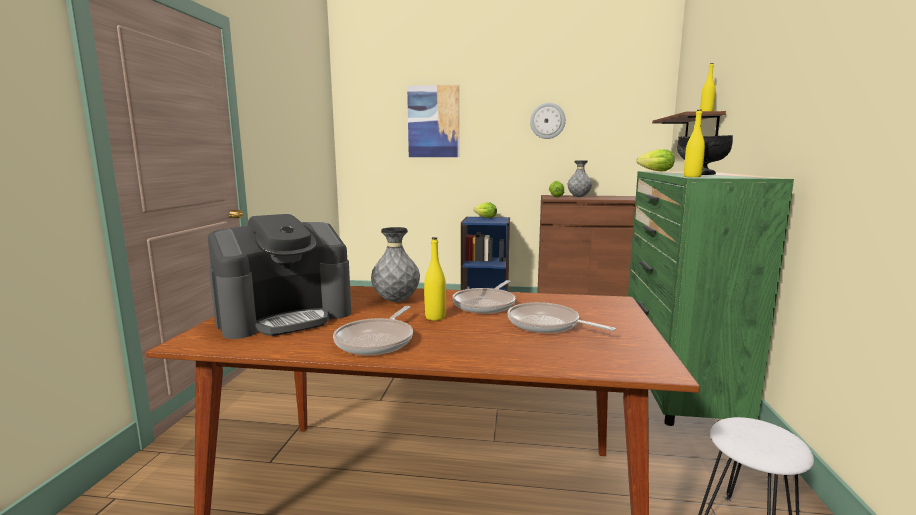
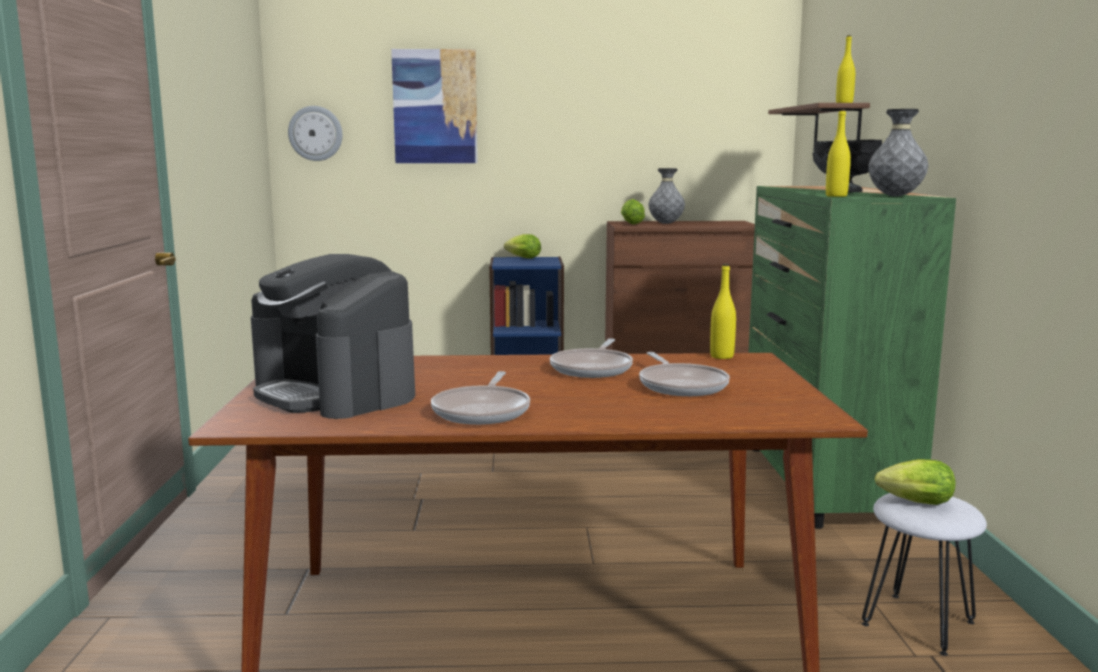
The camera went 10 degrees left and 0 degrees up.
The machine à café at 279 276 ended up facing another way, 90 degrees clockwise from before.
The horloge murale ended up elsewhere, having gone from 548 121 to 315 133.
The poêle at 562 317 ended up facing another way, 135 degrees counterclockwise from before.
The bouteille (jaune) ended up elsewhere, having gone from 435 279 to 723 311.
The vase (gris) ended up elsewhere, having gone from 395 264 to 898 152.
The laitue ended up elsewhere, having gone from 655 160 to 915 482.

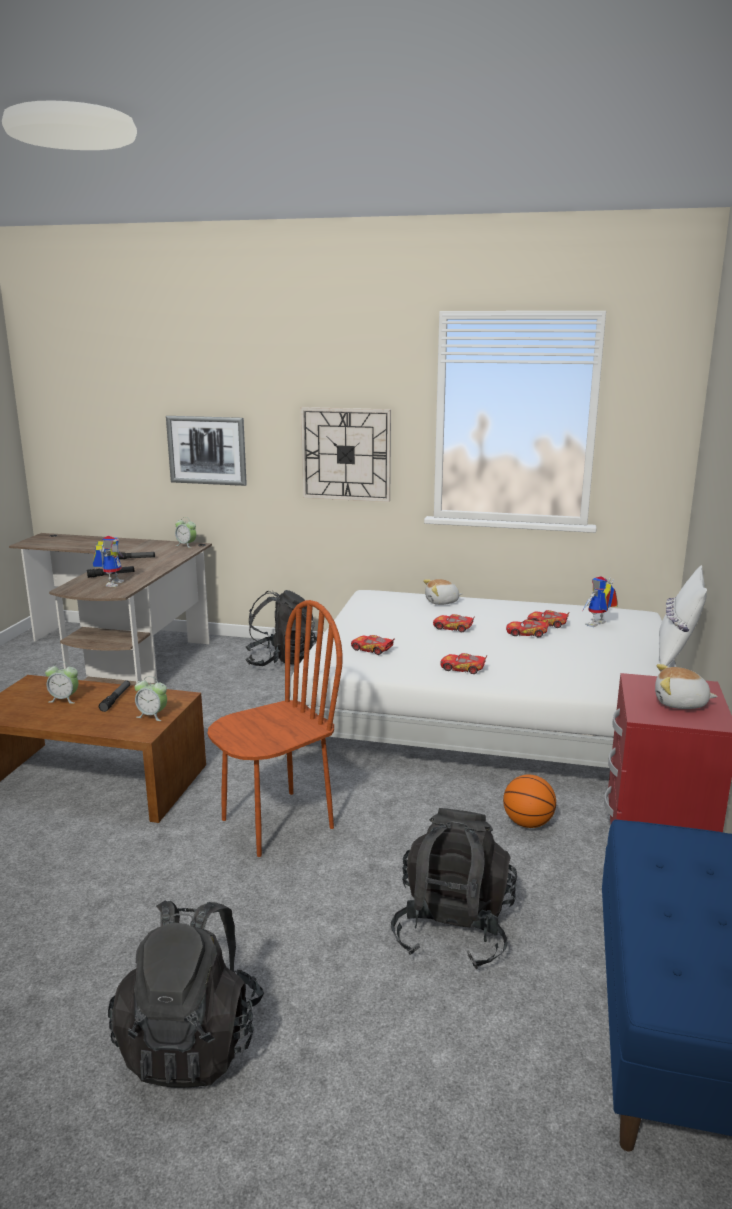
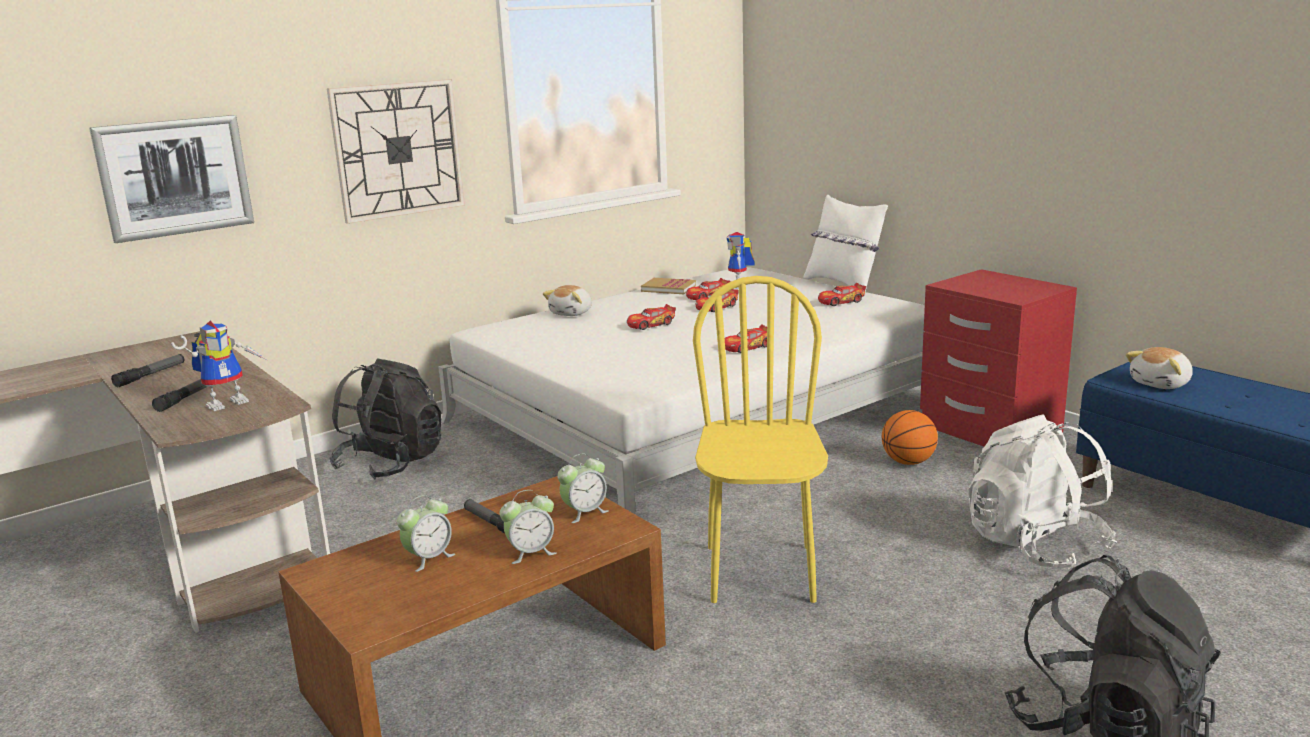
The camera went 50 degrees left and 0 degrees up.
The robot jouet at 108 561 ended up facing another way, 90 degrees clockwise from before.
The réveil ended up elsewhere, having gone from 185 532 to 527 527.
The second view gained the livre at 668 286.
What was the chaise (marron) at 275 728 turned into the chaise (jaune) at 760 439.
The petite voiture ended up elsewhere, having gone from 373 645 to 842 294.
What was the sac à dos (noir) at 454 888 turned into the sac à dos (blanc) at 1043 492.
The peluche ended up elsewhere, having gone from 686 686 to 1159 368.

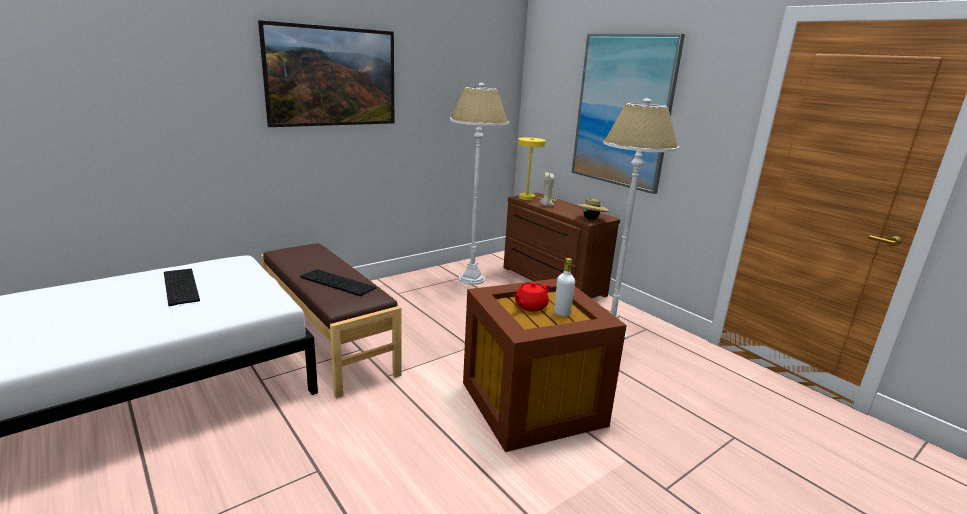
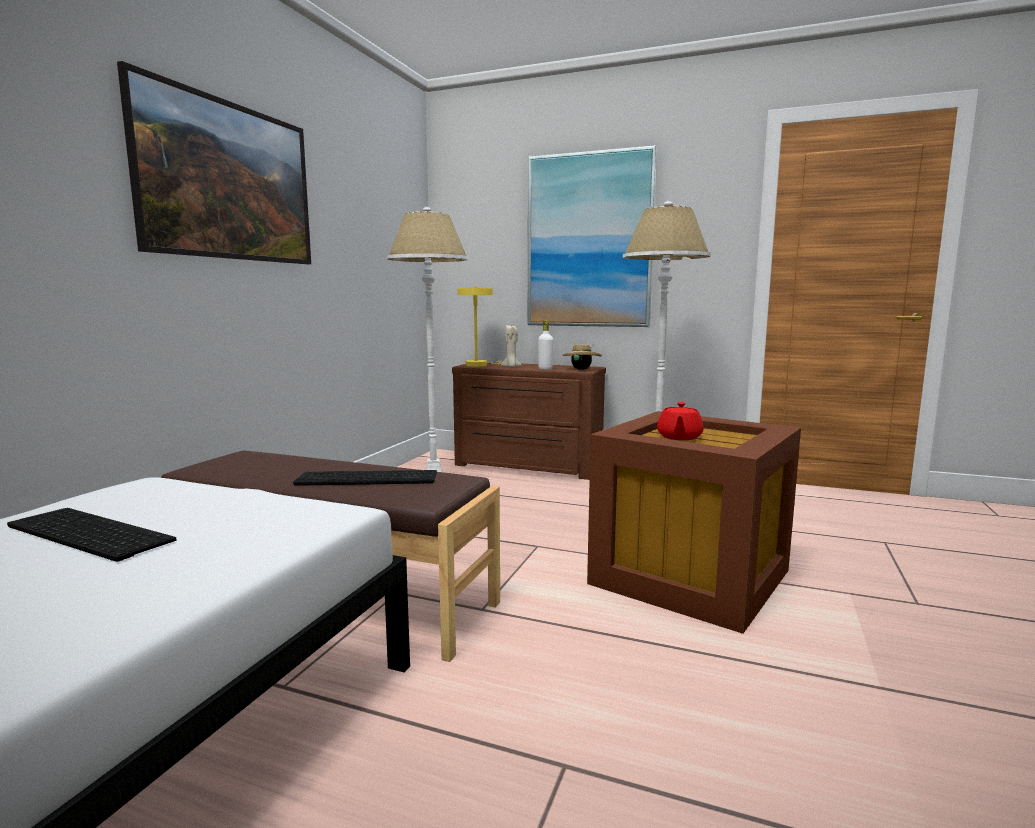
The camera went 30 degrees left and 10 degrees down.
The bouteille (blanc) ended up elsewhere, having gone from 564 287 to 545 345.

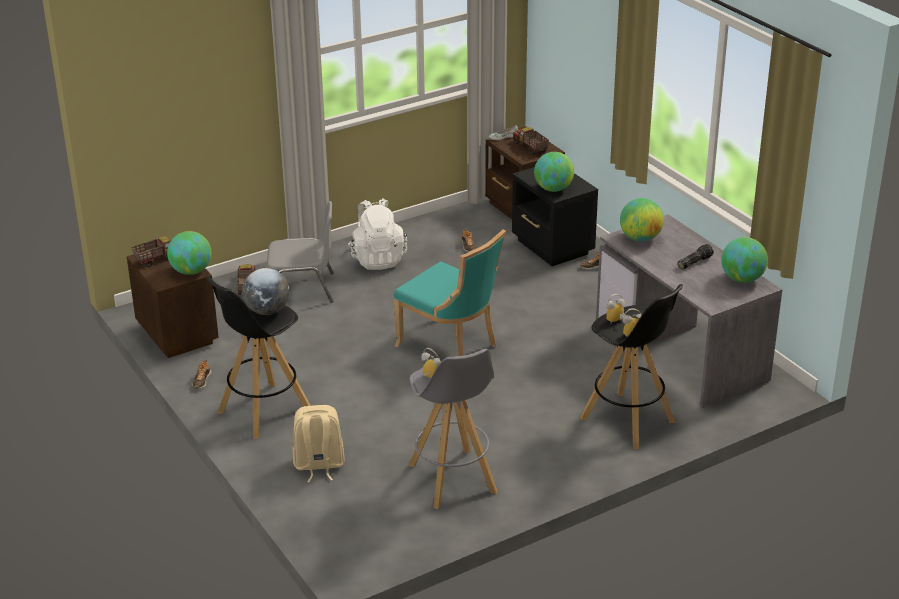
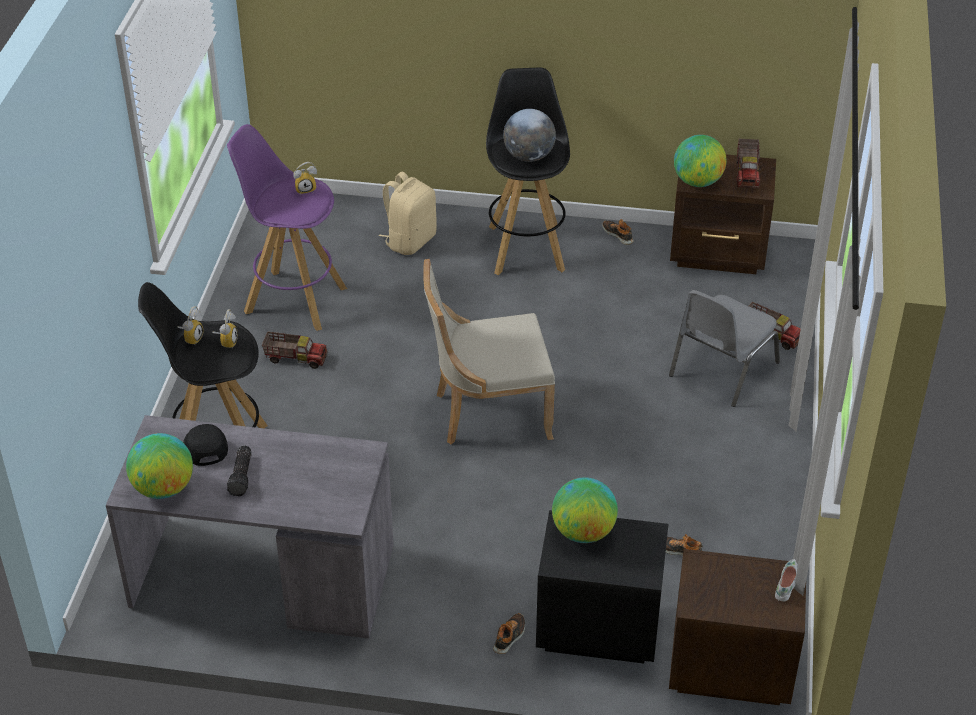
The camera went 130 degrees right and 10 degrees up.
The second view gained the casquette (noir) at 205 445.
What was the tabouret (gris) at 453 429 turned into the tabouret (violet) at 287 227.
The camion jouet ended up elsewhere, having gone from 531 141 to 294 350.
What was the chaise (turquoise) at 450 292 turned into the chaise (beige) at 489 351.
The second view lost the sac à dos (blanc) at 377 234.
The second view lost the globe at 642 220.

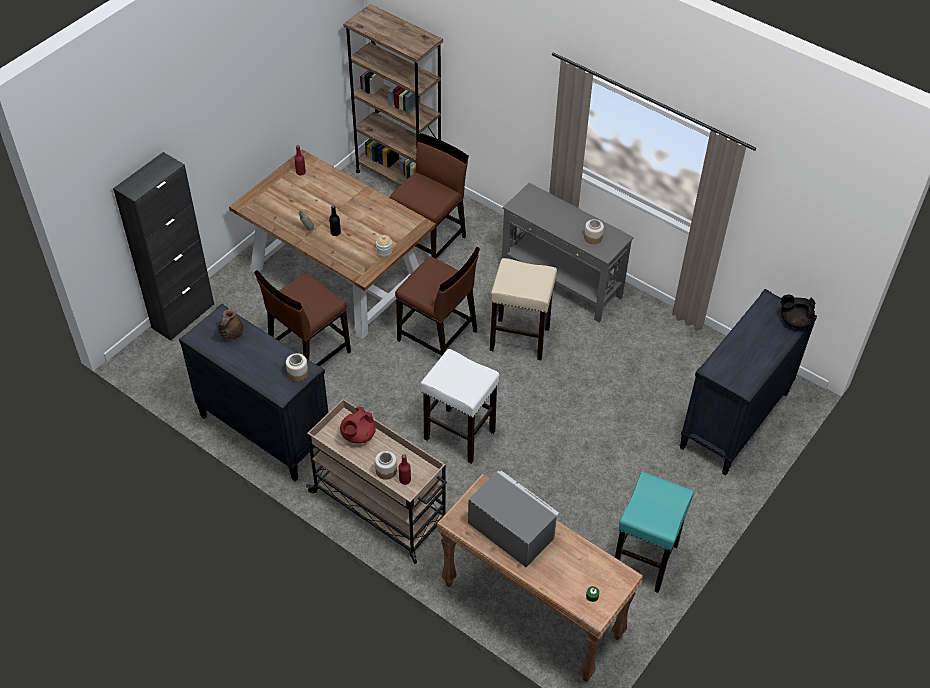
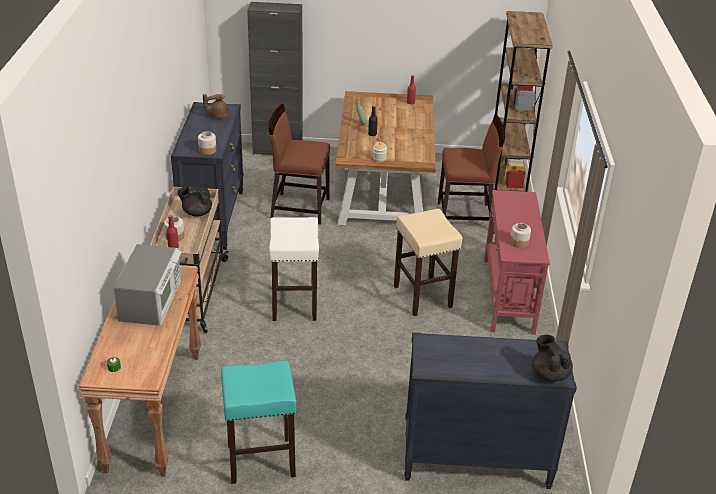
The camera went 55 degrees right and 15 degrees down.
What was the théière (rouge) at 358 425 turned into the théière (noir) at 194 202.
What was the table console (gris) at 568 252 turned into the table console (rouge) at 517 262.
The second view lost the chaise (marron) at 437 301.

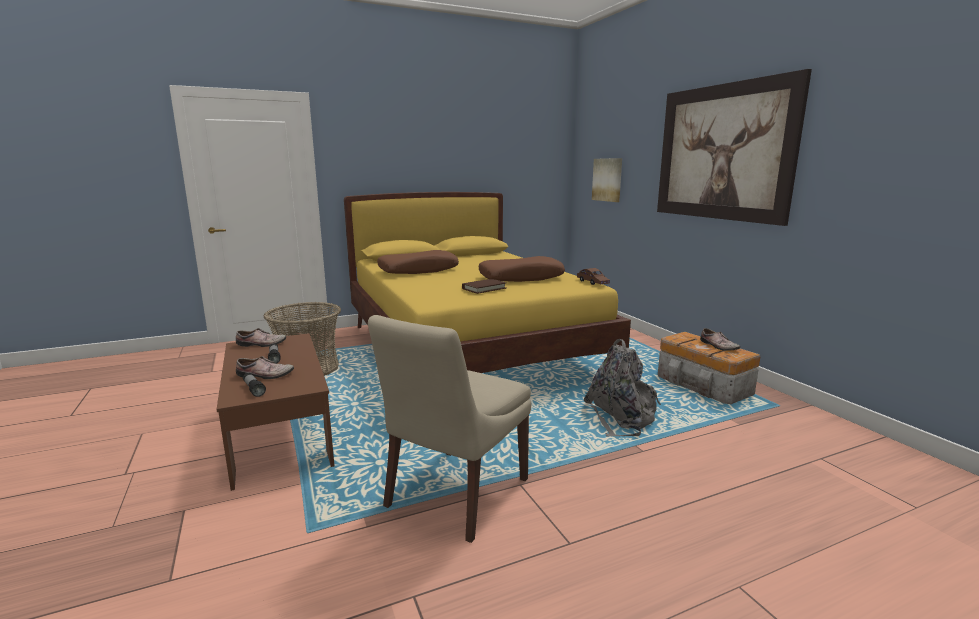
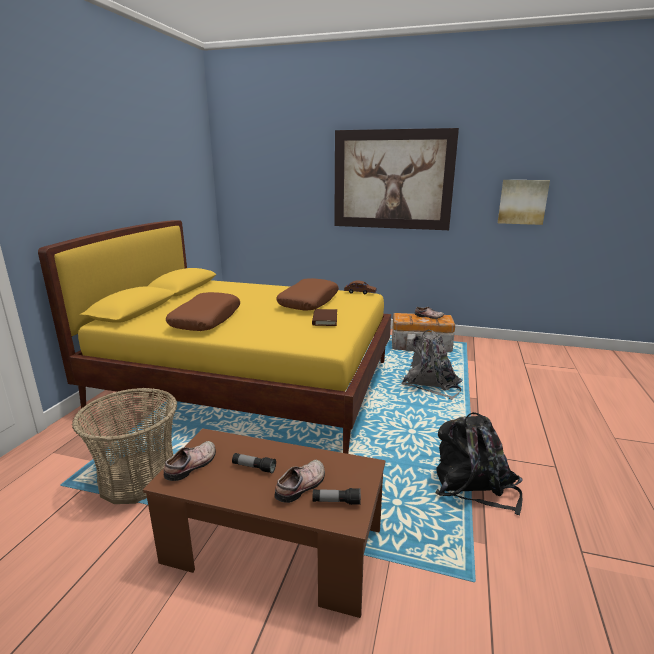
The camera went 50 degrees left and 5 degrees up.
Where the chaise (beige) stood at 449 429, the sac à dos (noir) came to stand at 479 463.
The tableau ended up elsewhere, having gone from 607 180 to 524 202.

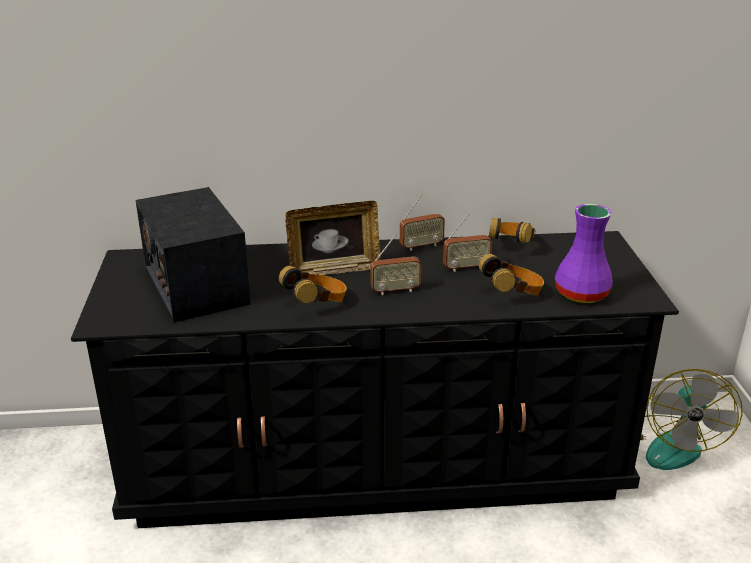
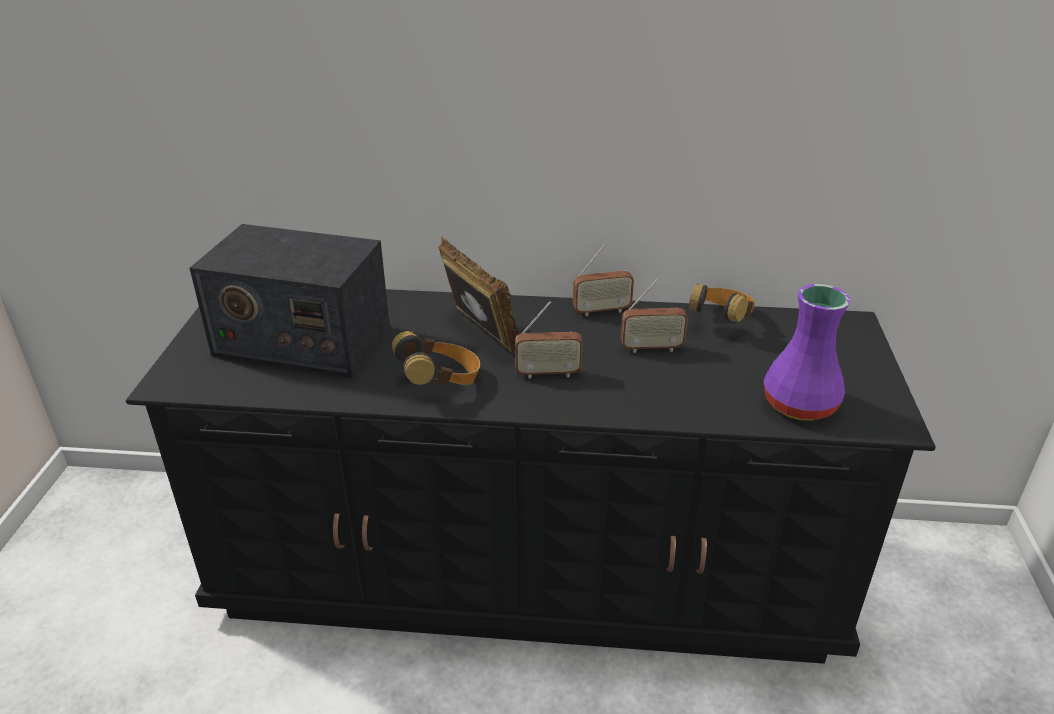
The camera went 10 degrees right and 5 degrees up.
The radio at 193 254 ended up facing another way, 60 degrees counterclockwise from before.
The cadre photo at 333 238 ended up facing another way, 120 degrees counterclockwise from before.
The second view lost the casque audio at 511 275.
The second view lost the ventilateur at 691 419.

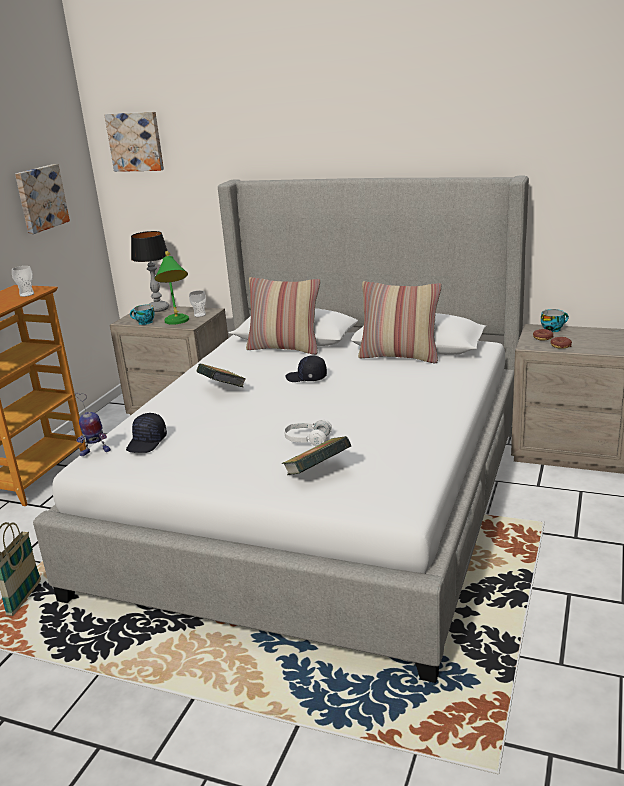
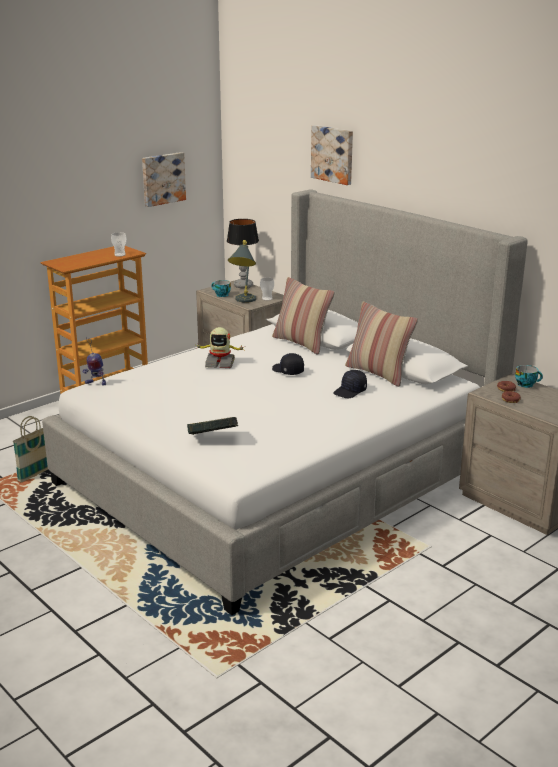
The camera went 25 degrees right and 0 degrees up.
Where the livre stood at 221 375, the robot jouet came to stand at 219 347.
What was the lampe de table (vert) at 171 288 turned into the lampe de table (gris) at 242 271.
The tableau ended up elsewhere, having gone from 134 142 to 332 155.
The casquette (noir) ended up elsewhere, having gone from 146 433 to 350 384.
The second view lost the casque audio (blanc) at 308 433.

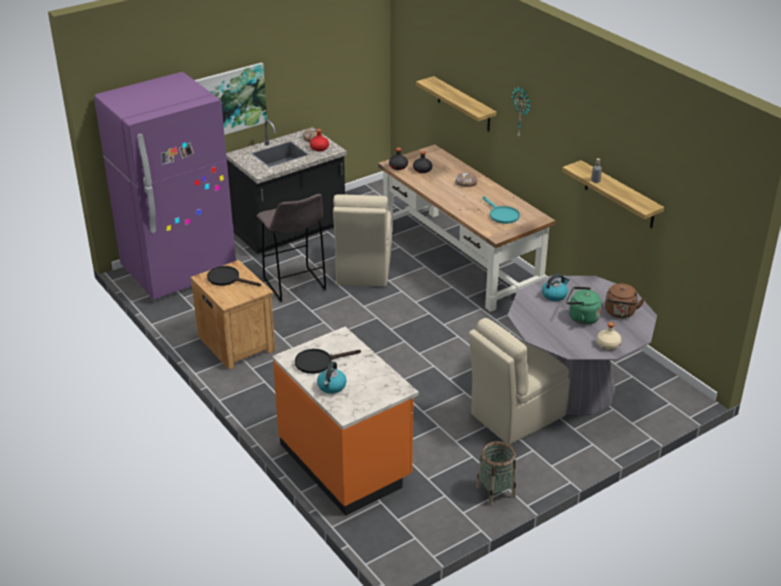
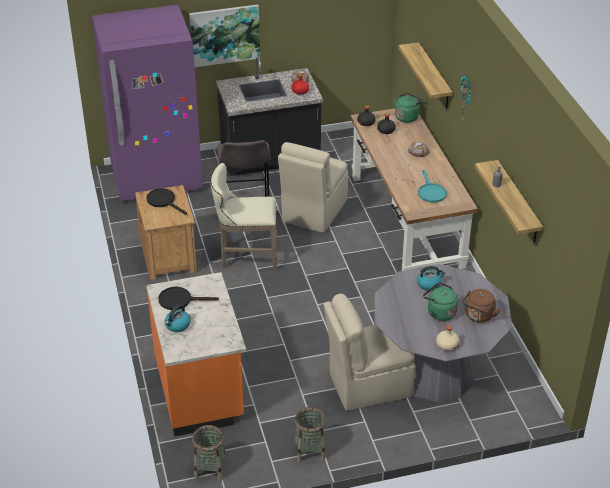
The camera went 20 degrees right and 5 degrees up.
The second view gained the panier at 209 453.
The second view gained the tabouret (beige) at 244 216.
The second view gained the bouilloire (vert) at 409 108.

